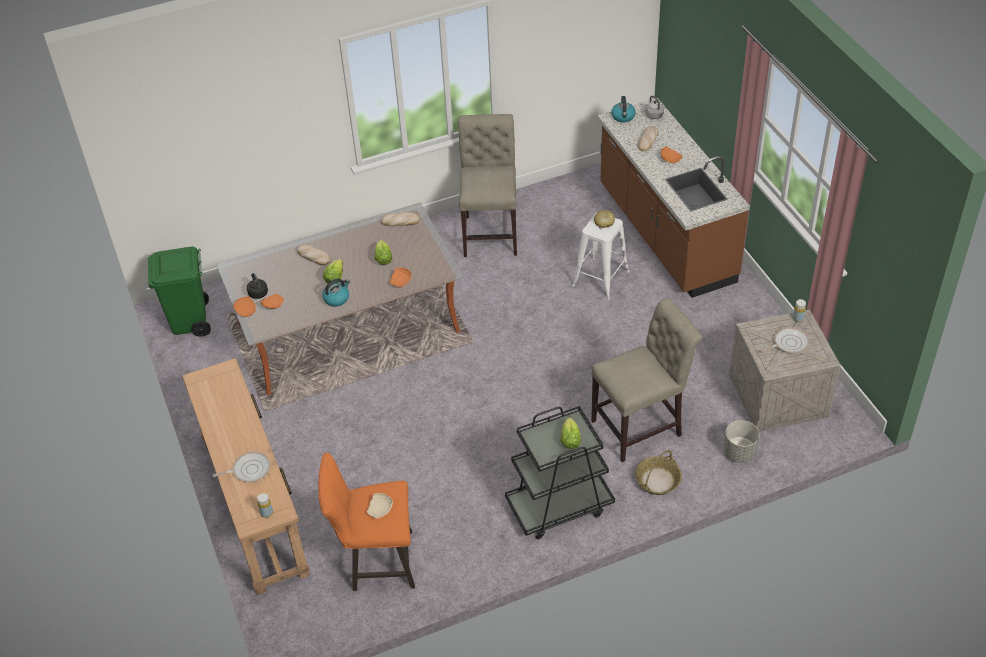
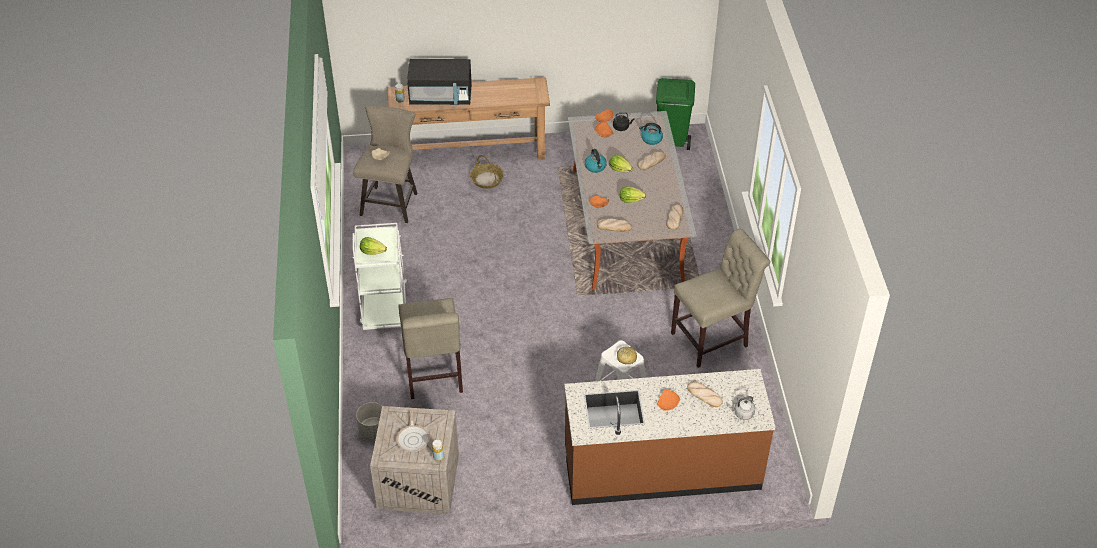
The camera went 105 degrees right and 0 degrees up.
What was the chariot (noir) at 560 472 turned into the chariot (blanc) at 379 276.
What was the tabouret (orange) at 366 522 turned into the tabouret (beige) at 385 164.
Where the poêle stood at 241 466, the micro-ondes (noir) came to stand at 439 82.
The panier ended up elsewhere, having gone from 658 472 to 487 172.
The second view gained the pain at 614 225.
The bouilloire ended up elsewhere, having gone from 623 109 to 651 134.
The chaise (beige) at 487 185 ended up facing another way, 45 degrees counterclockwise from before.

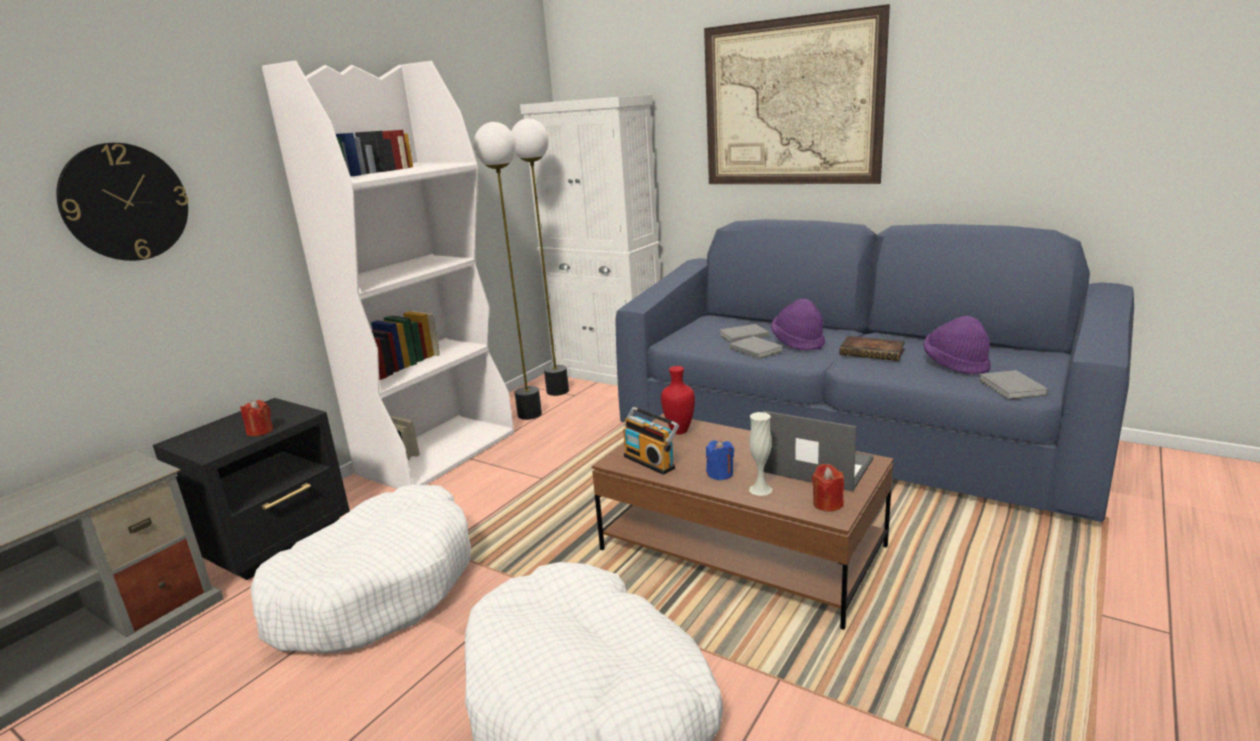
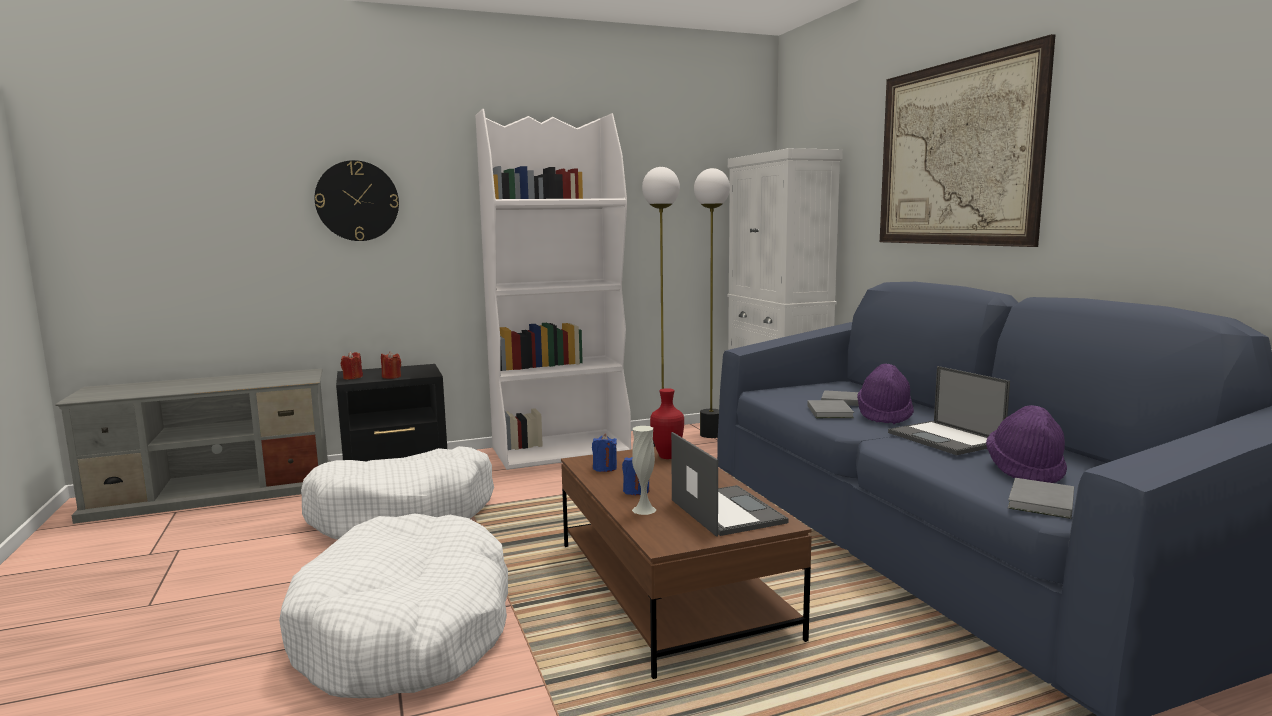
The camera went 35 degrees right and 10 degrees down.
The bougie (rouge) ended up elsewhere, having gone from 828 488 to 352 365.
Where the radio stood at 651 441, the bougie (bleu) came to stand at 604 453.
Where the livre stood at 872 348, the ordinateur portable came to stand at 949 410.

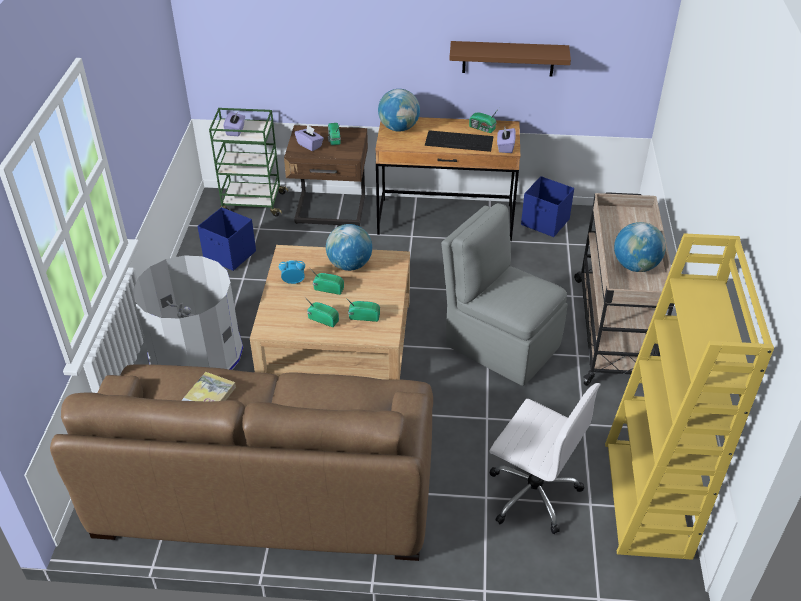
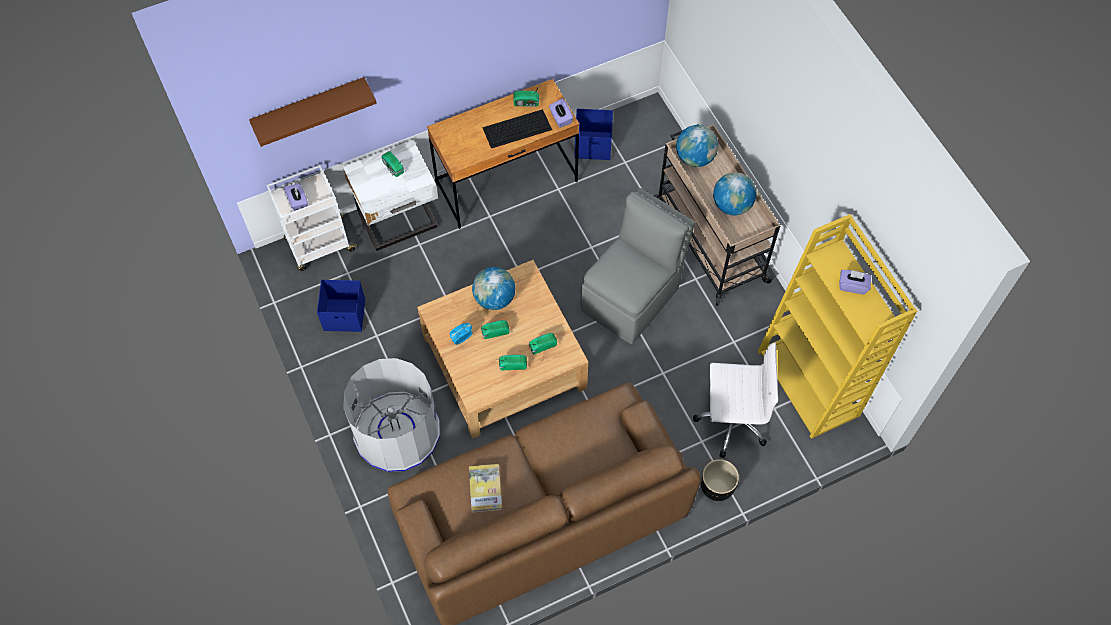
The camera went 30 degrees left and 20 degrees up.
The étagère (marron) ended up elsewhere, having gone from 510 58 to 313 112.
What was the chariot (vert) at 248 162 turned into the chariot (blanc) at 312 218.
What was the table de chevet (marron) at 326 175 turned into the table de chevet (blanc) at 390 195.
The chaise (gris) at 504 294 ended up facing another way, 120 degrees clockwise from before.
The globe ended up elsewhere, having gone from 399 110 to 697 146.
The second view gained the cache-pot (noir) at 720 480.
The boîte à mouchoirs (violet) ended up elsewhere, having gone from 309 138 to 855 282.

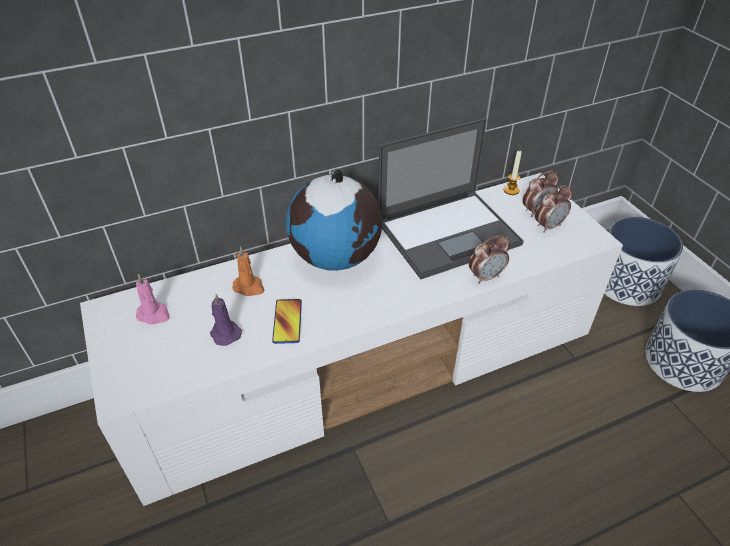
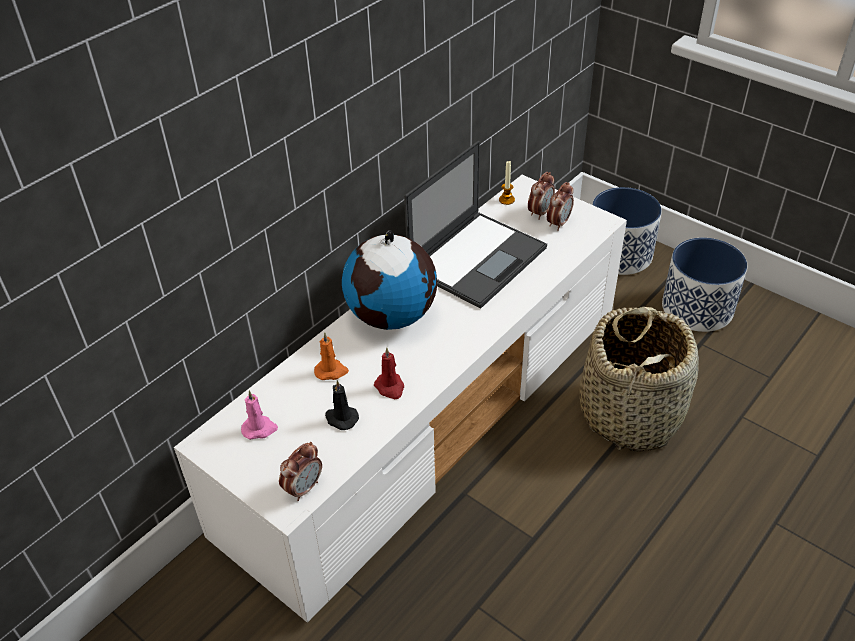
The camera went 25 degrees left and 0 degrees up.
The réveil ended up elsewhere, having gone from 489 259 to 300 471.
What was the bougie (violet) at 226 320 turned into the bougie (noir) at 342 405.
Where the téléphone stood at 287 321, the bougie (rouge) came to stand at 389 373.
The second view gained the panier at 639 379.

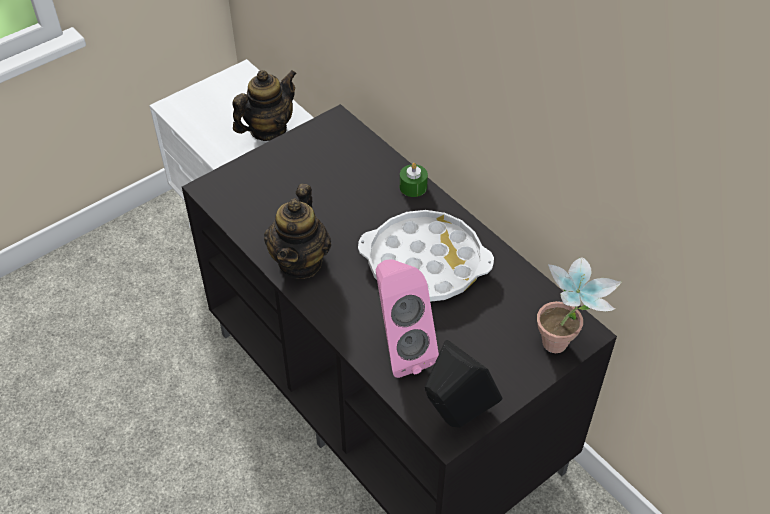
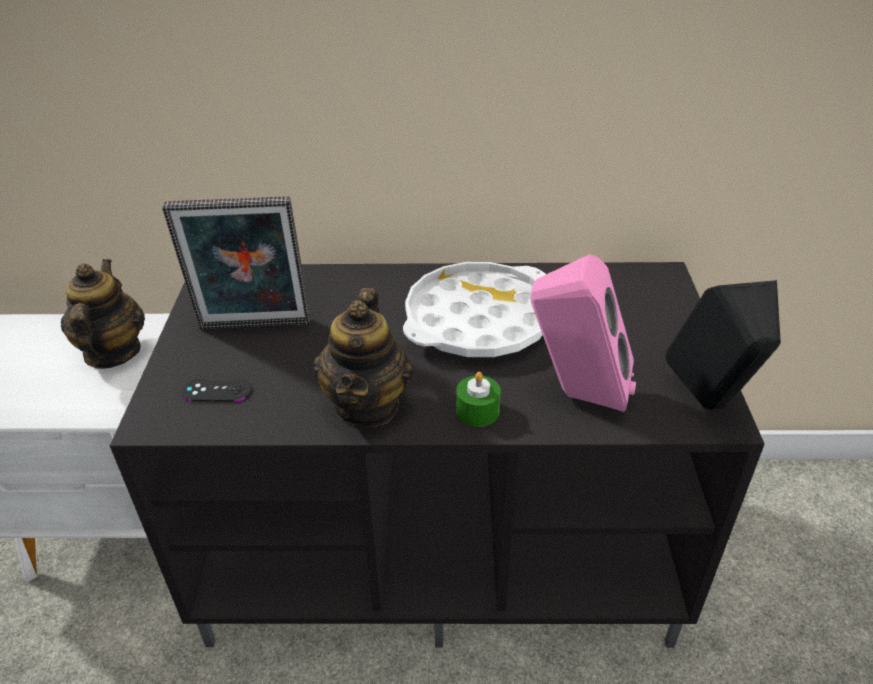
The camera went 50 degrees left and 10 degrees down.
The second view gained the cadre photo at 236 262.
The second view gained the manette (noir) at 216 390.
The théière at 297 231 ended up facing another way, 45 degrees clockwise from before.
The bougie (vert) ended up elsewhere, having gone from 414 180 to 478 399.
The second view lost the plante en pot at 579 305.

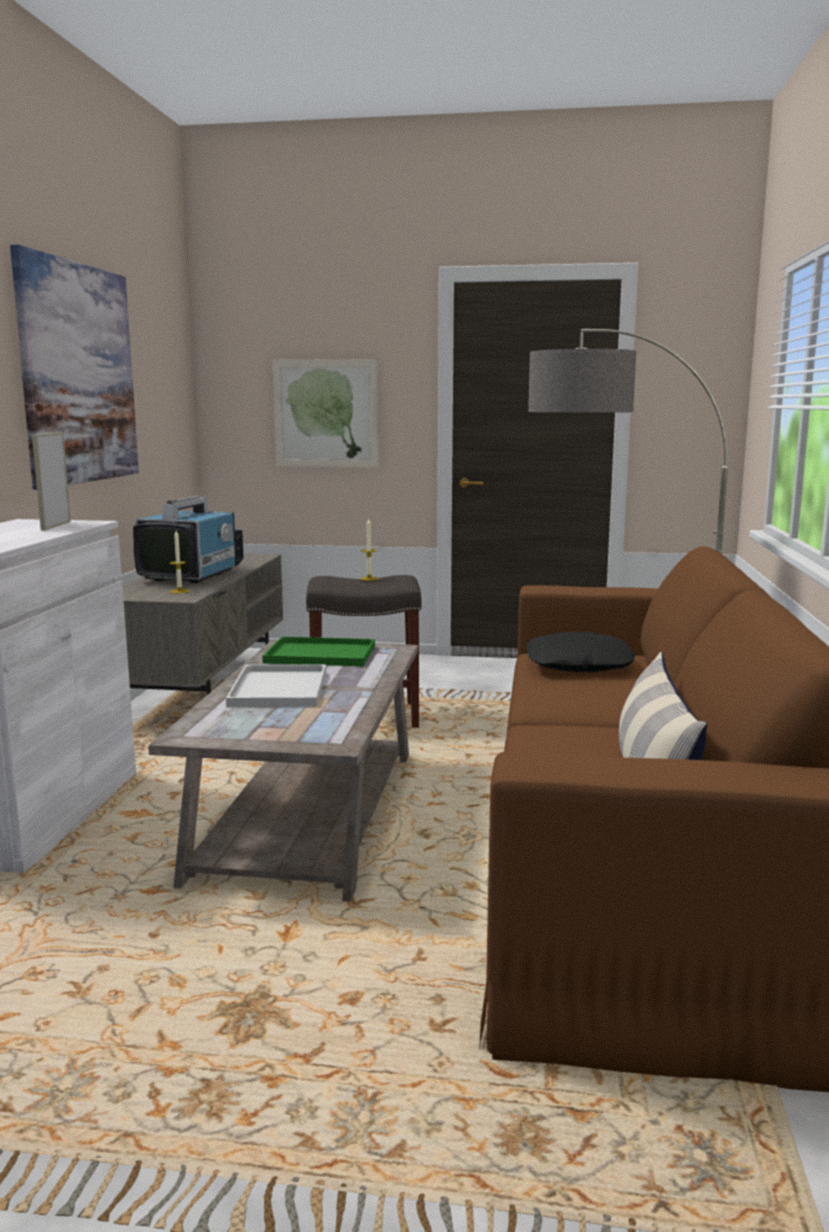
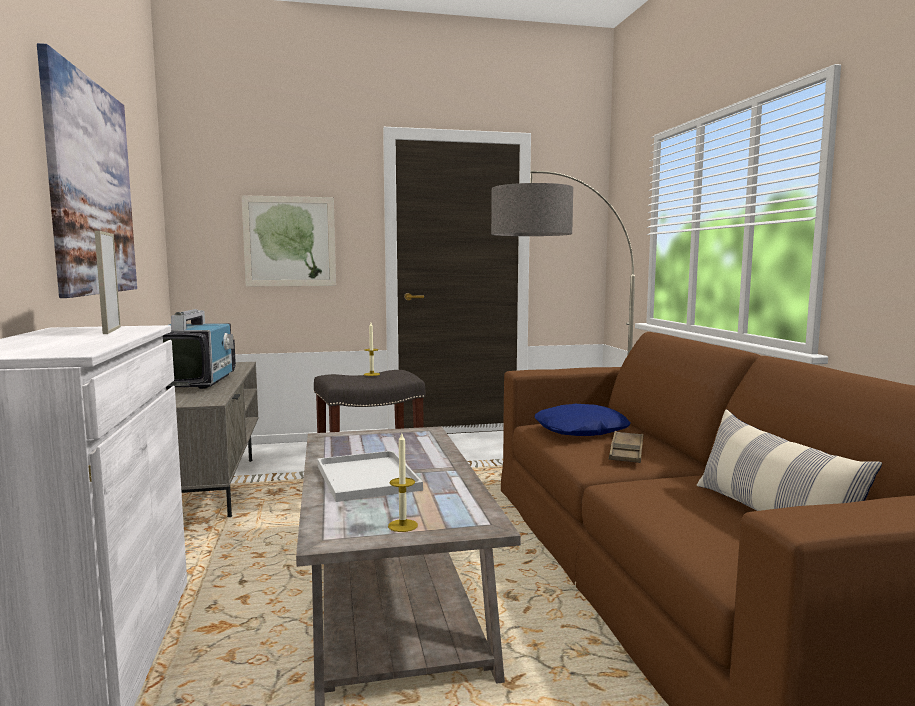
The camera went 20 degrees left and 5 degrees down.
The bougie ended up elsewhere, having gone from 180 562 to 403 482.
What was the coussin (noir) at 581 652 turned into the coussin (bleu) at 582 420.
The second view gained the plateau (marron) at 626 447.
The second view lost the plateau (vert) at 318 651.

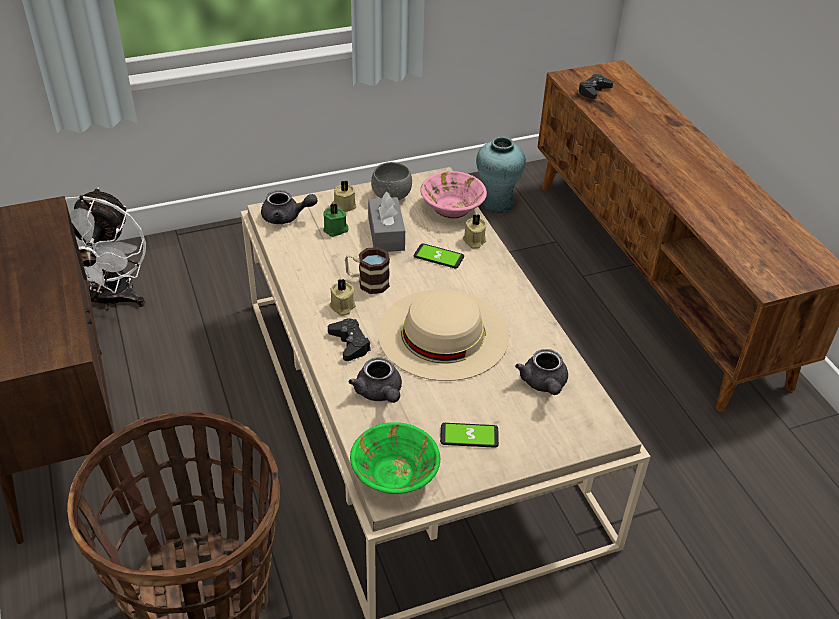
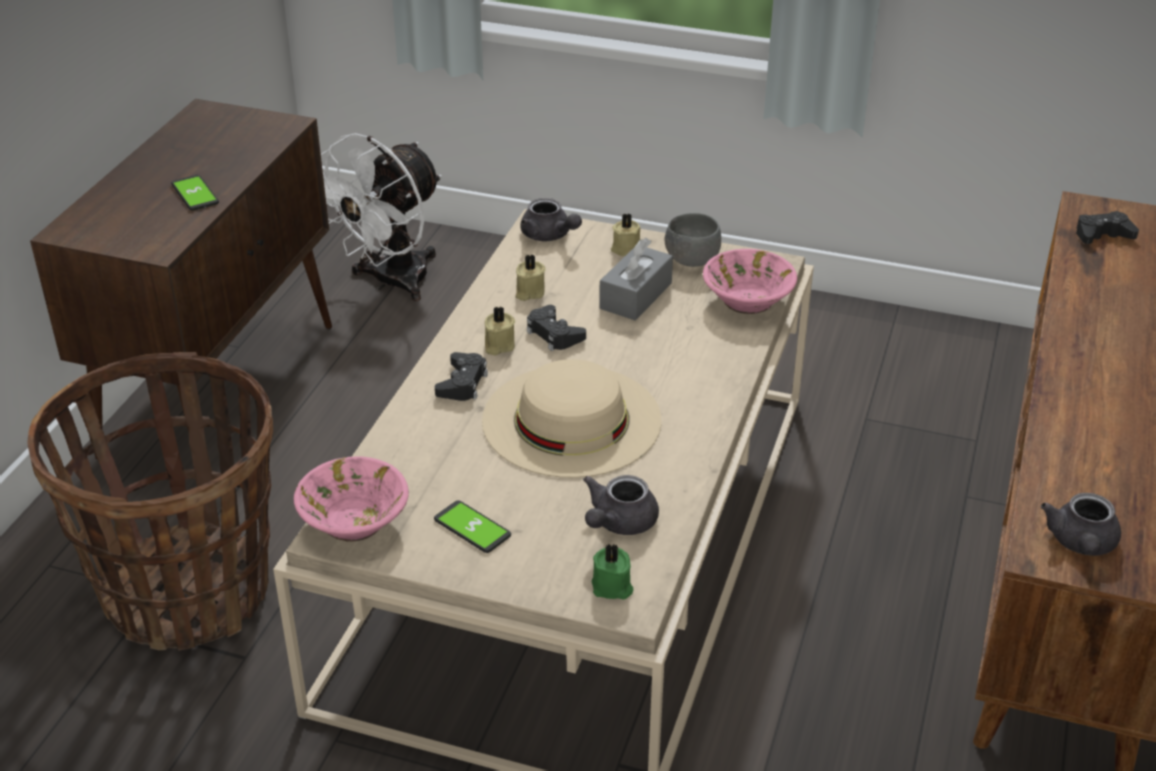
The camera went 40 degrees right and 5 degrees down.
The téléphone ended up elsewhere, having gone from 439 256 to 195 193.
What was the bol (vert) at 395 458 turned into the bol (rose) at 351 498.
The bougie (beige) ended up elsewhere, having gone from 475 231 to 531 278.
Where the mug stood at 367 270, the manette (noir) came to stand at 556 328.
The bougie (vert) ended up elsewhere, having gone from 336 220 to 612 571.
The théière (gris) ended up elsewhere, having gone from 375 380 to 1081 524.
The second view lost the vase (turquoise) at 501 174.

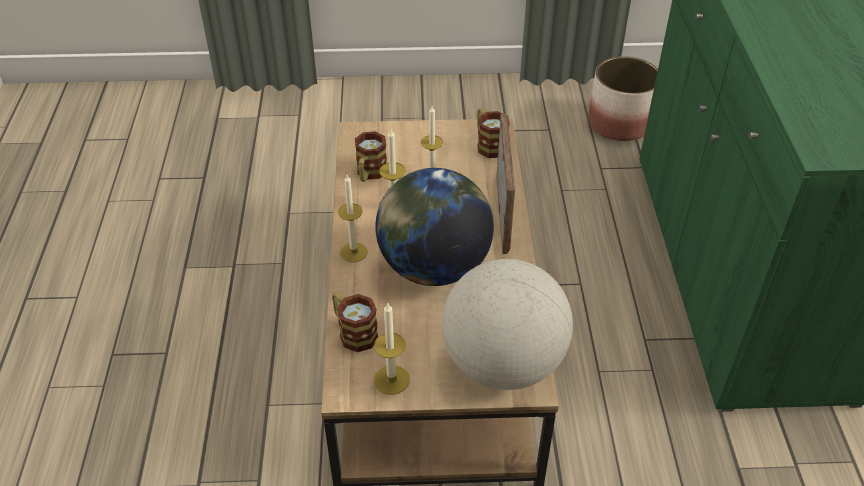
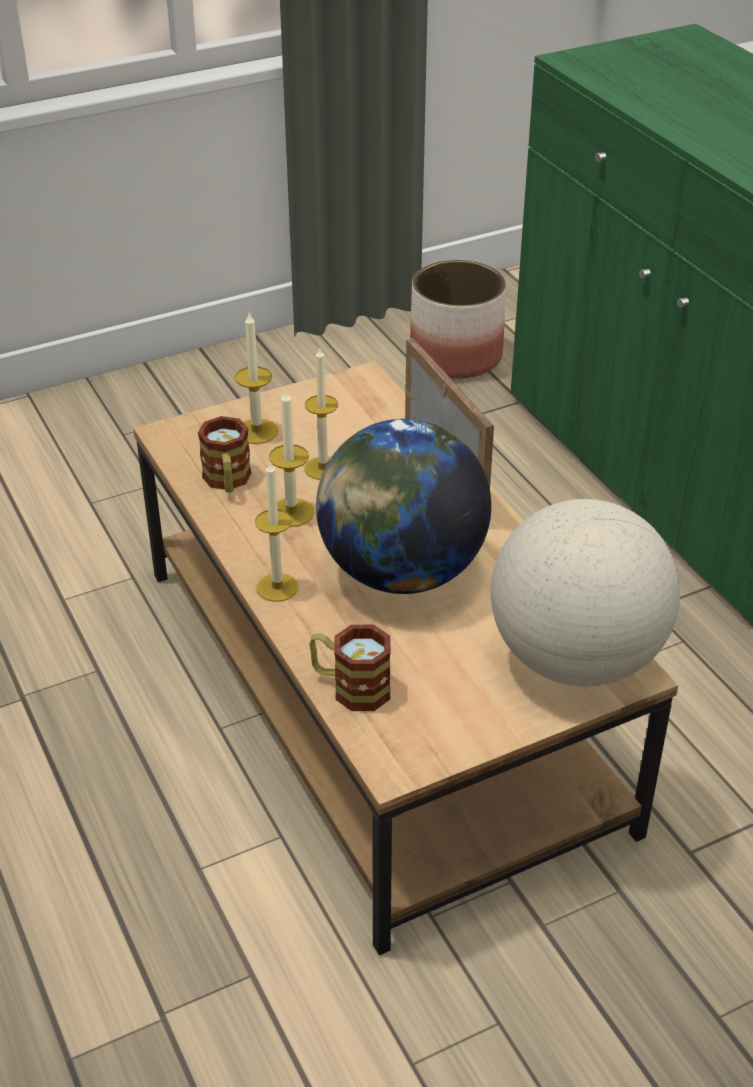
The camera went 25 degrees left and 5 degrees down.
The bougie ended up elsewhere, having gone from 392 349 to 256 377.
The second view lost the mug at 493 133.

